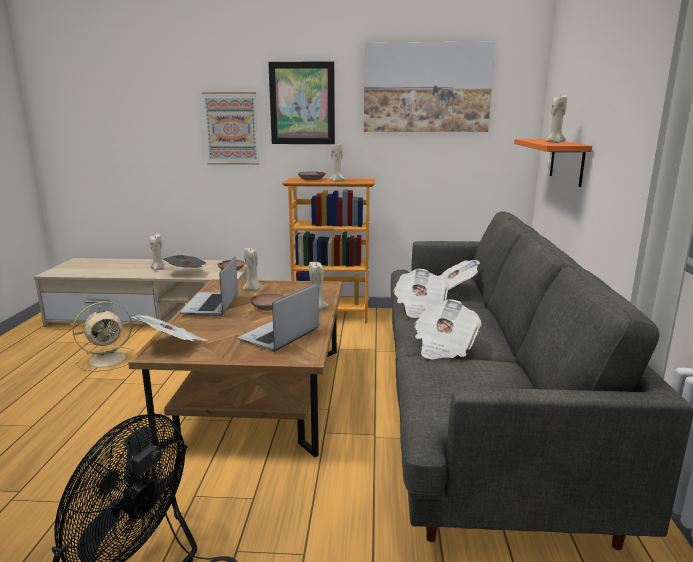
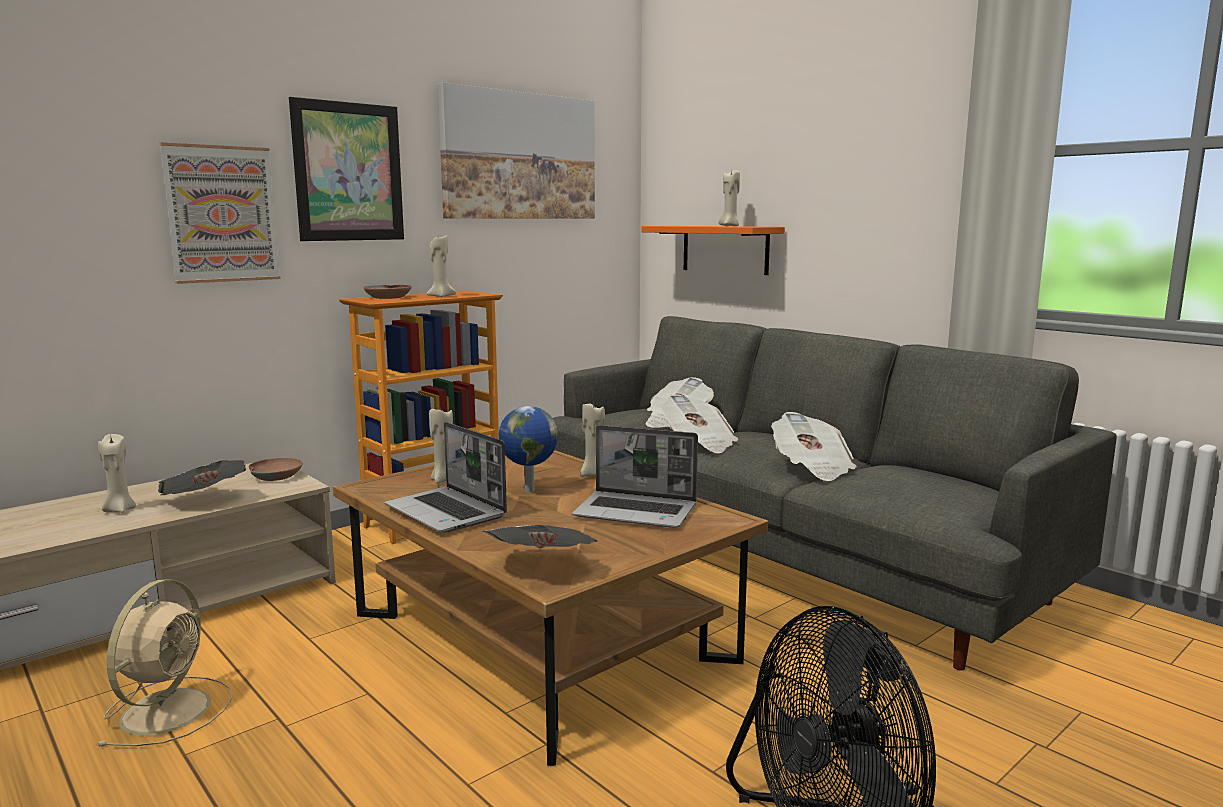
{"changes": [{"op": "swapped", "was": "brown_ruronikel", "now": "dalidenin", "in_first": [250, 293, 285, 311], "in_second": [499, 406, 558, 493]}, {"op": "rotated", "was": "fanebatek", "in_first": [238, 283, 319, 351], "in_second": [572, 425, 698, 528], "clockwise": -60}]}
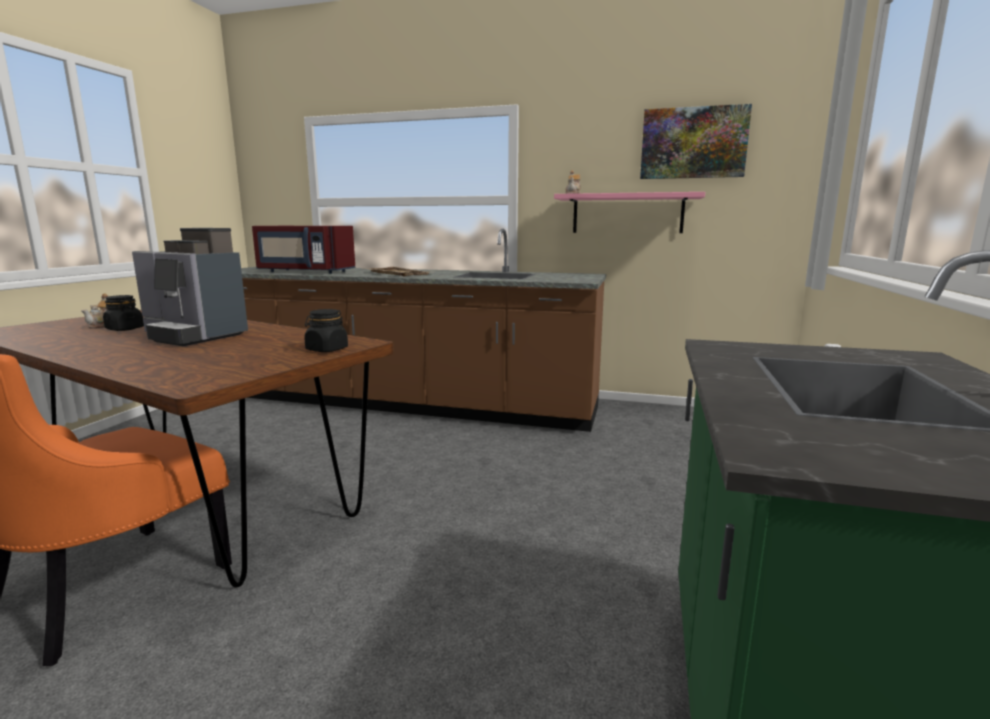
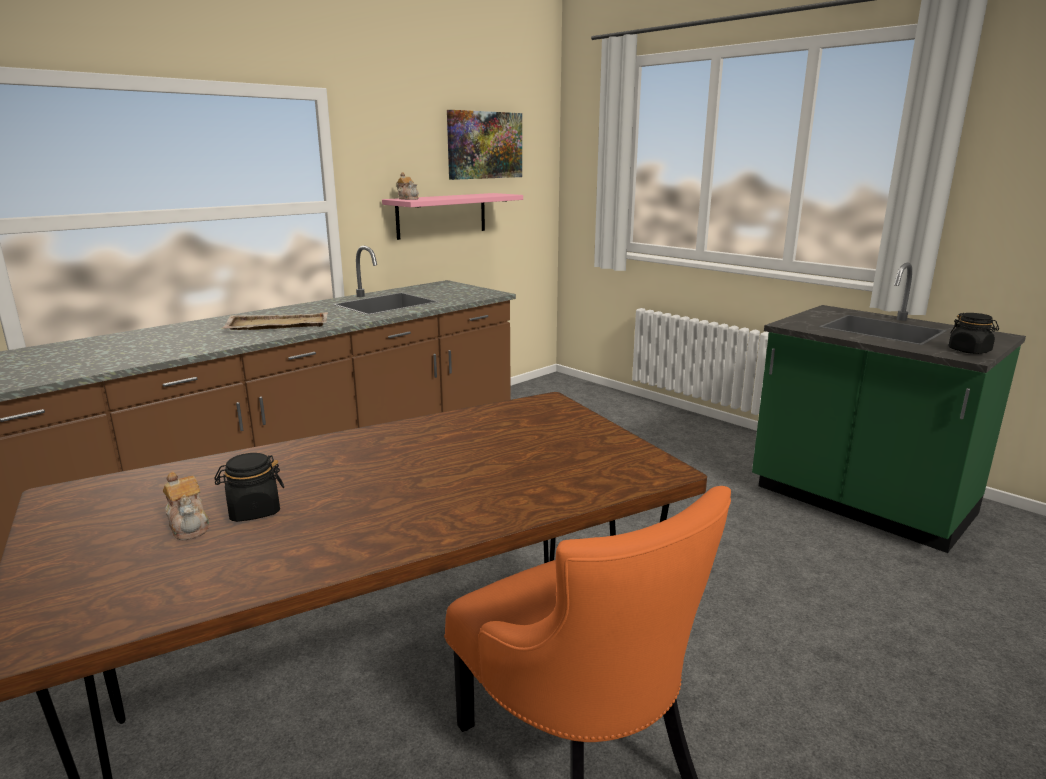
{"changes": [{"op": "gone", "was": "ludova", "in_first": [132, 228, 248, 346]}, {"op": "gone", "was": "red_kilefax", "in_first": [252, 226, 355, 274]}, {"op": "shifted", "was": "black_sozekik", "in_first": [304, 309, 348, 352], "in_second": [948, 313, 999, 354]}]}
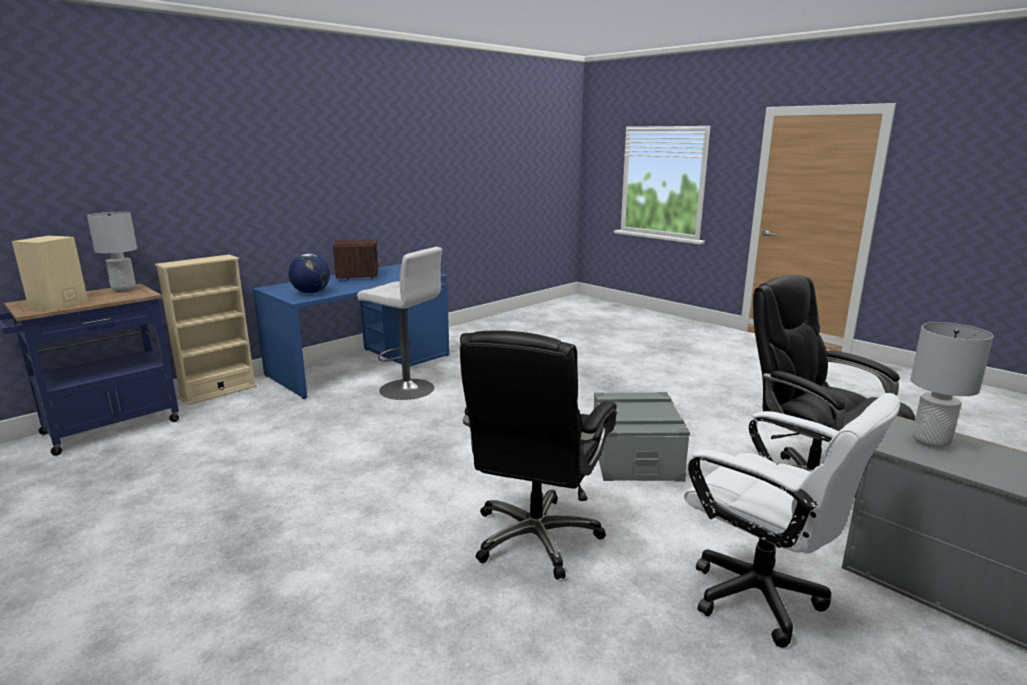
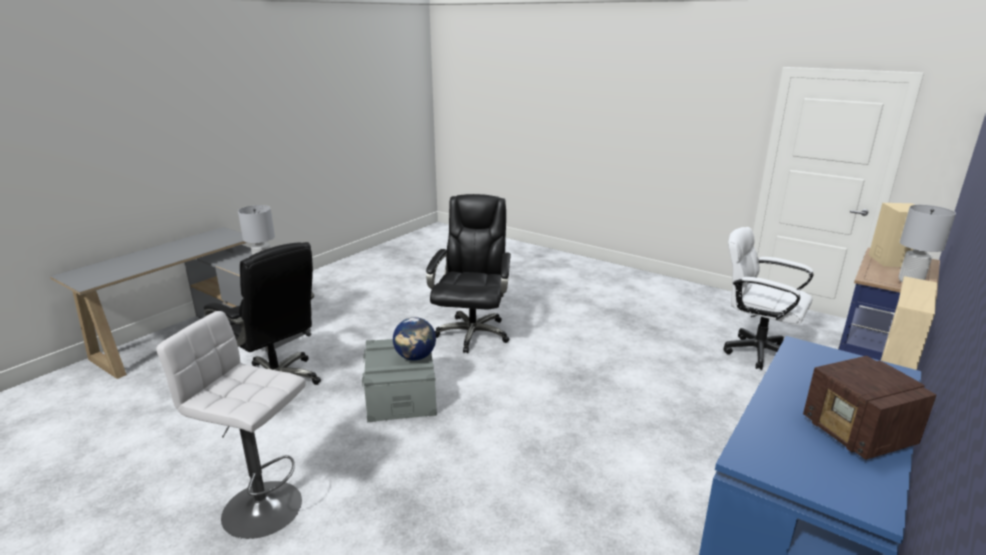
{"changes": [{"op": "shifted", "was": "dalidenin", "in_first": [288, 254, 330, 294], "in_second": [393, 317, 436, 361]}, {"op": "shifted", "was": "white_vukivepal", "in_first": [357, 247, 442, 400], "in_second": [156, 311, 306, 539]}, {"op": "shifted", "was": "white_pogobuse", "in_first": [684, 393, 900, 648], "in_second": [723, 227, 813, 370]}]}
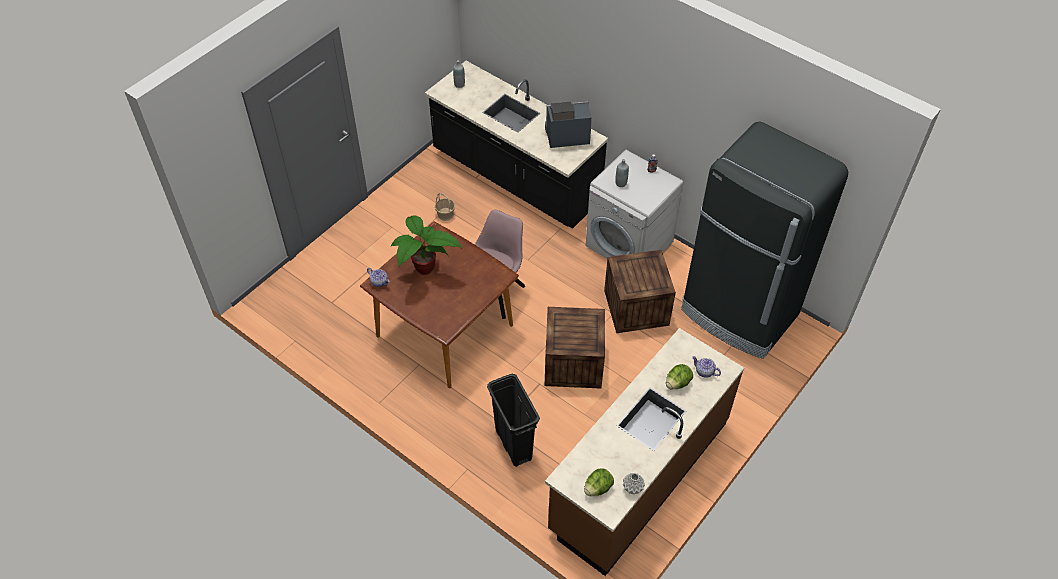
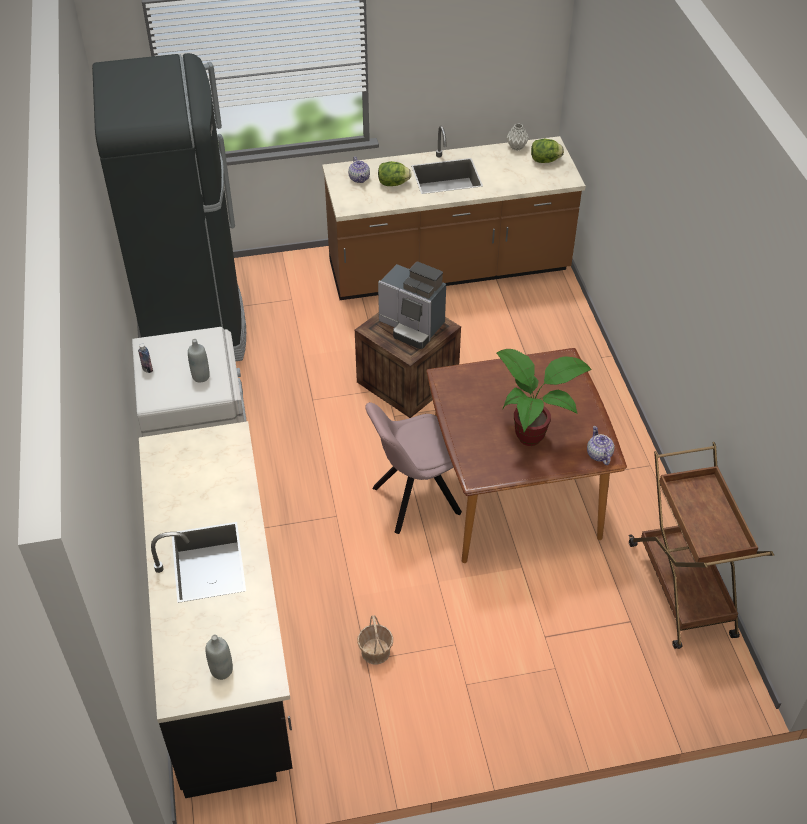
{"changes": [{"op": "gone", "was": "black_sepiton", "in_first": [487, 374, 540, 467]}, {"op": "gone", "was": "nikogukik", "in_first": [604, 250, 676, 333]}, {"op": "new", "now": "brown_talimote", "in_second": [629, 442, 774, 649]}, {"op": "shifted", "was": "ludova", "in_first": [545, 101, 592, 148], "in_second": [378, 262, 446, 349]}]}
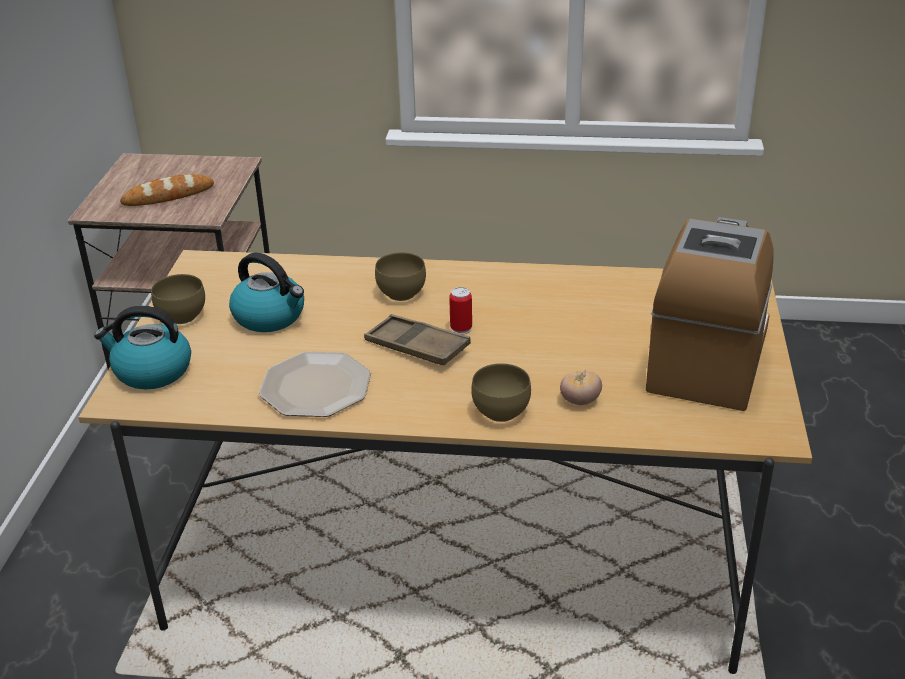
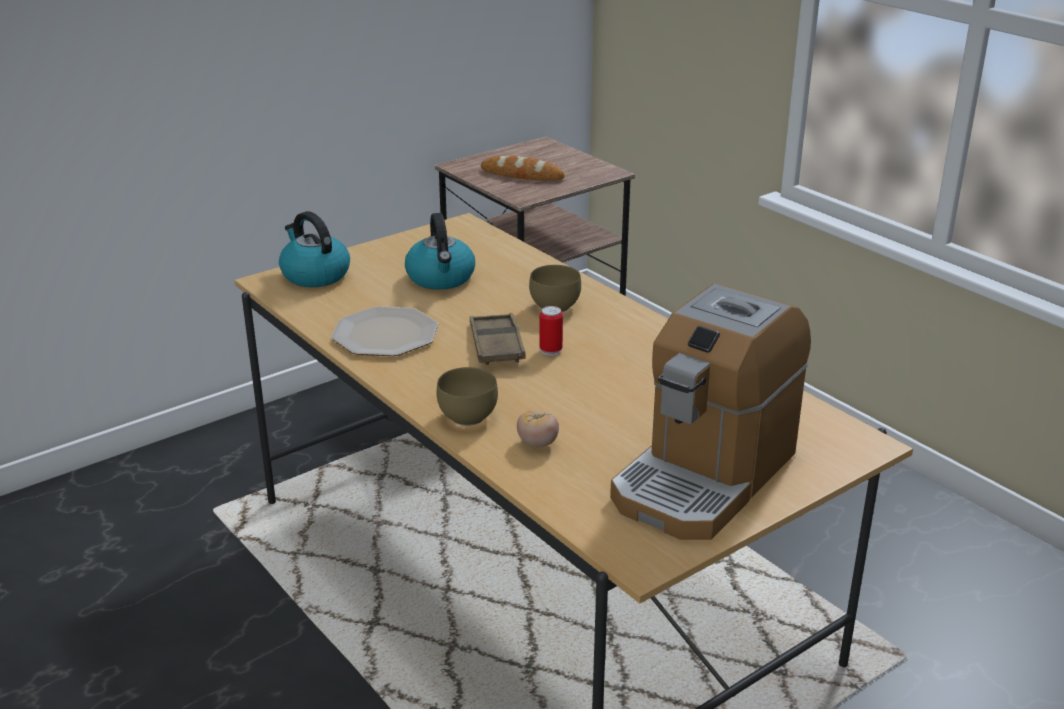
{"changes": [{"op": "gone", "was": "brown_ruronikel", "in_first": [151, 274, 205, 324]}, {"op": "rotated", "was": "ludova", "in_first": [646, 217, 773, 411], "in_second": [610, 284, 811, 540], "clockwise": 150}]}
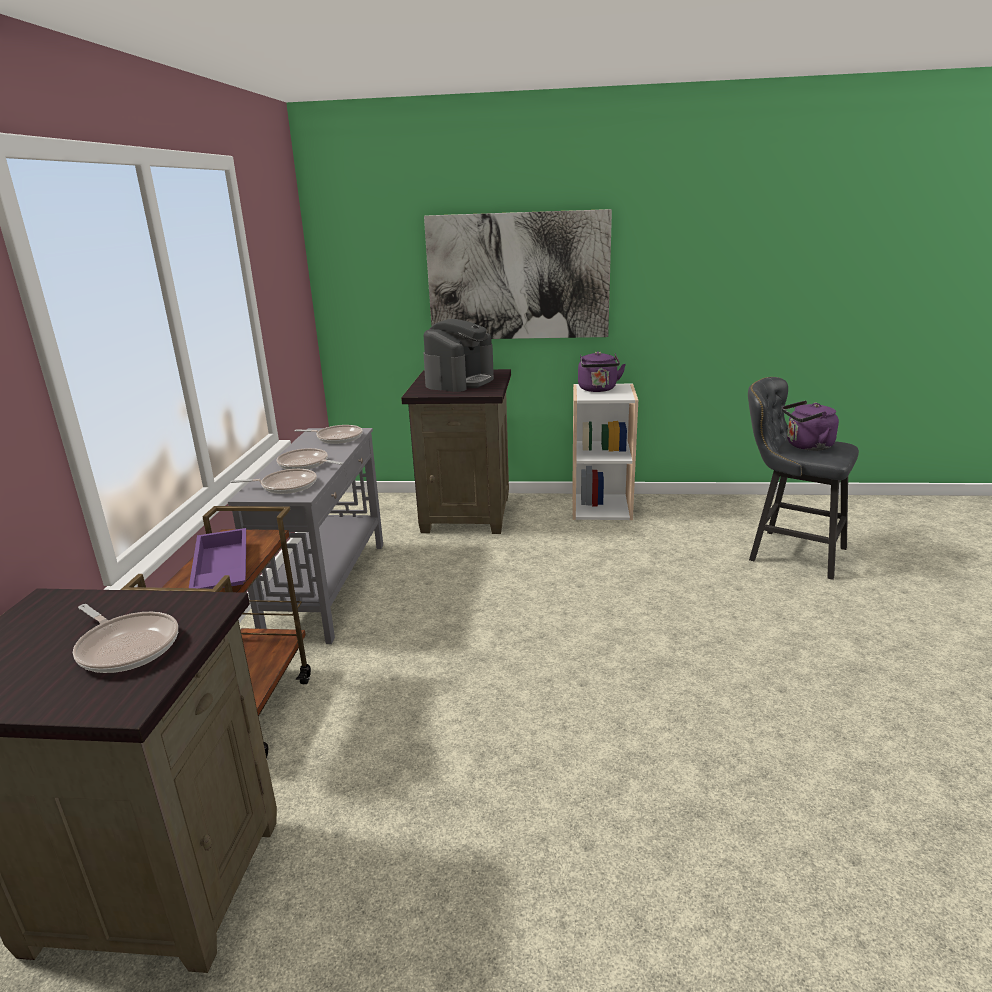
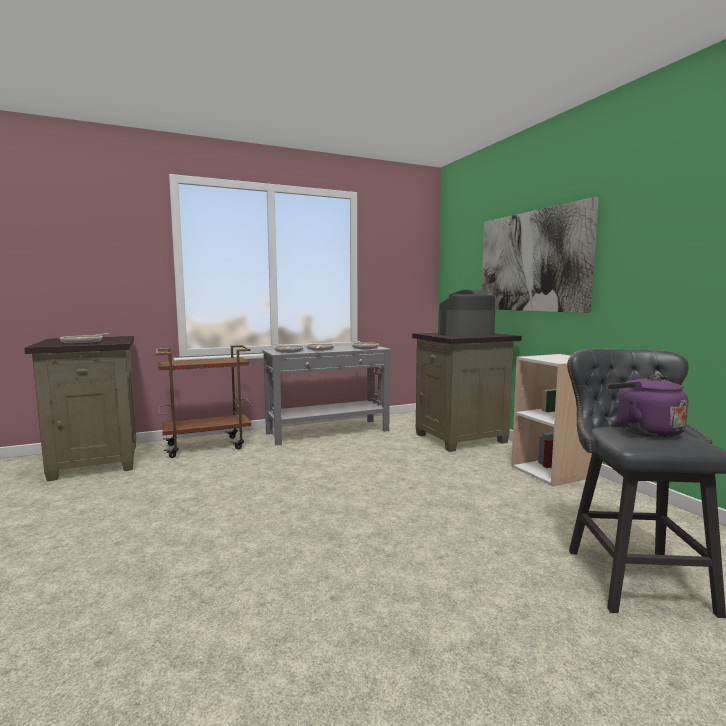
{"changes": [{"op": "gone", "was": "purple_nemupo", "in_first": [189, 528, 246, 589]}, {"op": "gone", "was": "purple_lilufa", "in_first": [578, 351, 626, 392]}, {"op": "rotated", "was": "ludova", "in_first": [424, 319, 494, 392], "in_second": [438, 289, 495, 336], "clockwise": 150}]}
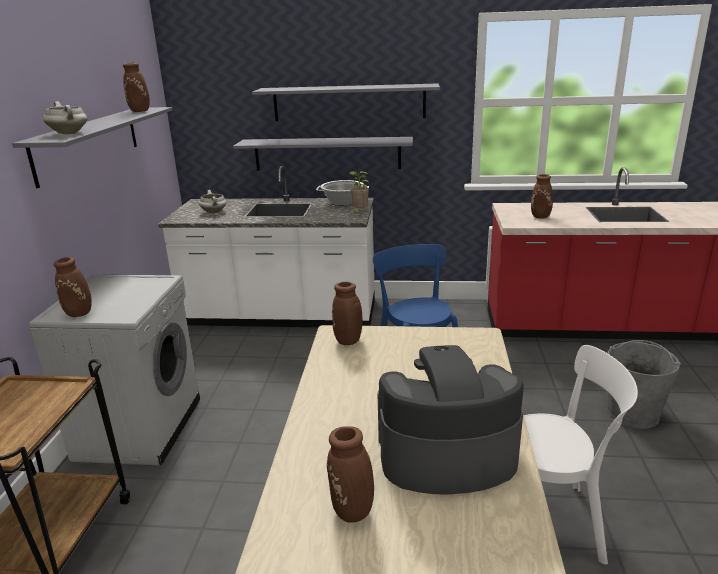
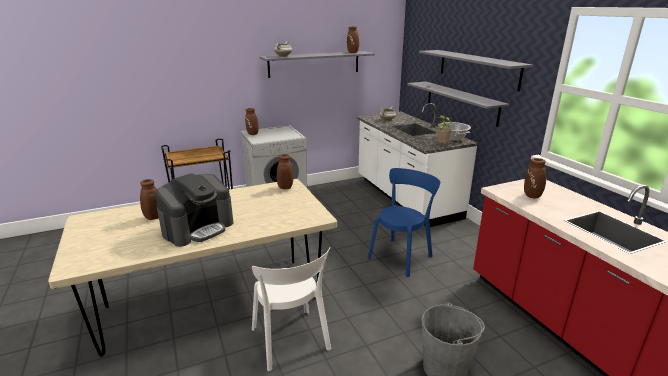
{"changes": [{"op": "rotated", "was": "ludova", "in_first": [378, 345, 524, 494], "in_second": [155, 173, 233, 247], "clockwise": 75}]}
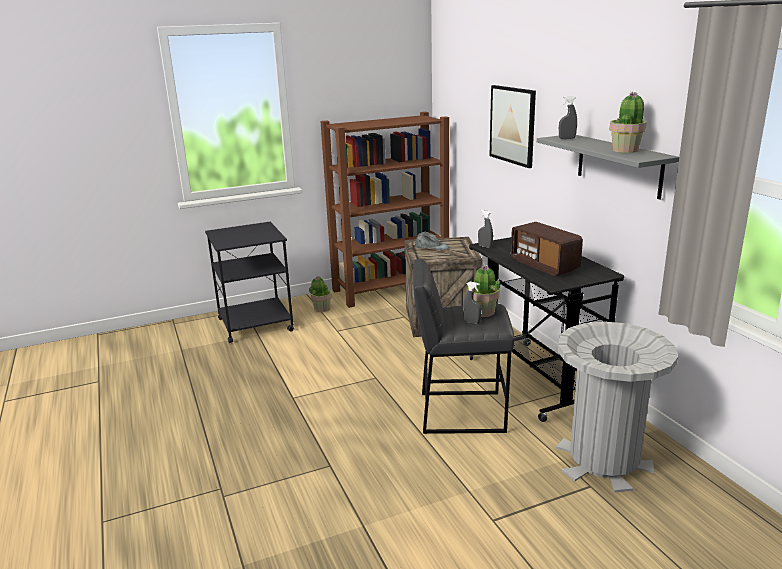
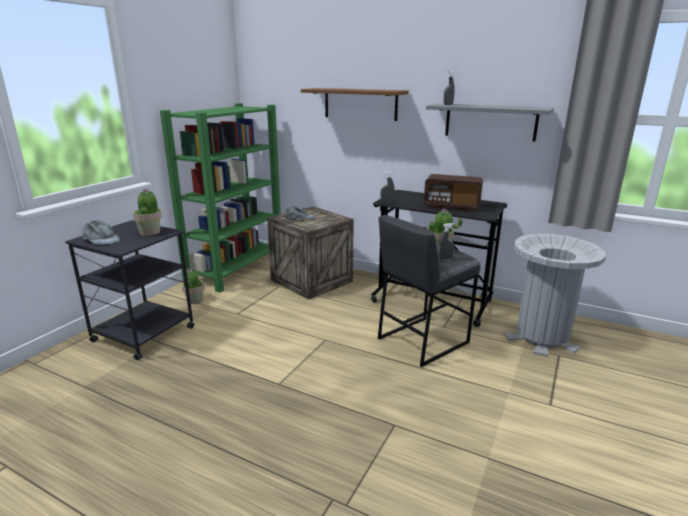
{"changes": [{"op": "new", "now": "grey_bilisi", "in_second": [82, 220, 120, 245]}, {"op": "shifted", "was": "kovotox", "in_first": [610, 91, 646, 153], "in_second": [132, 189, 162, 236]}, {"op": "swapped", "was": "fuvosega", "now": "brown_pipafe", "in_first": [490, 85, 536, 168], "in_second": [301, 88, 409, 121]}, {"op": "repainted", "was": "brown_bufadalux", "now": "green_bufadalux", "in_first": [321, 112, 449, 308], "in_second": [160, 103, 281, 293]}]}
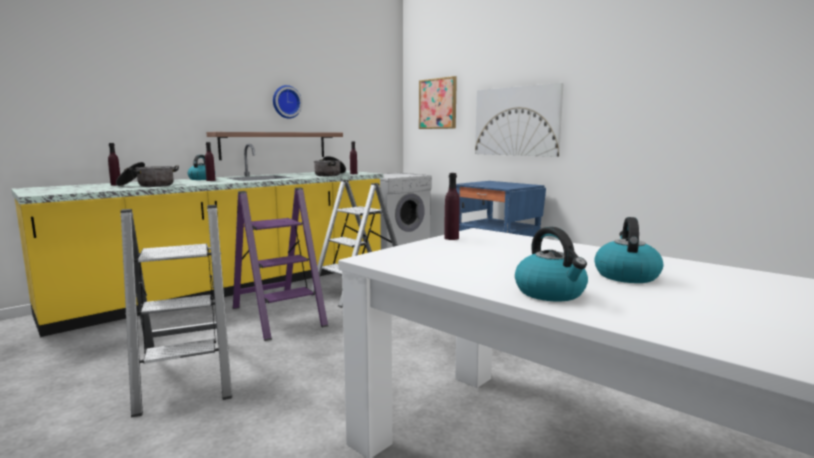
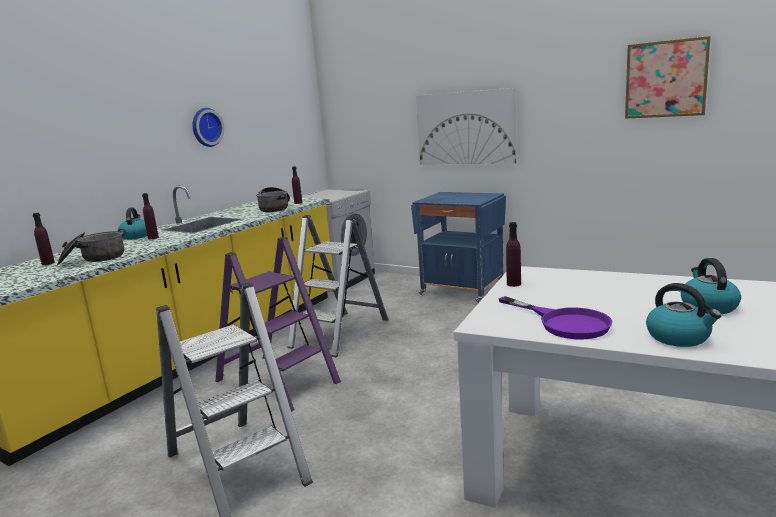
{"changes": [{"op": "gone", "was": "pipafe", "in_first": [206, 132, 343, 160]}, {"op": "new", "now": "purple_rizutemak", "in_second": [499, 296, 613, 339]}, {"op": "shifted", "was": "fuvosega", "in_first": [419, 76, 457, 129], "in_second": [625, 36, 711, 119]}]}
